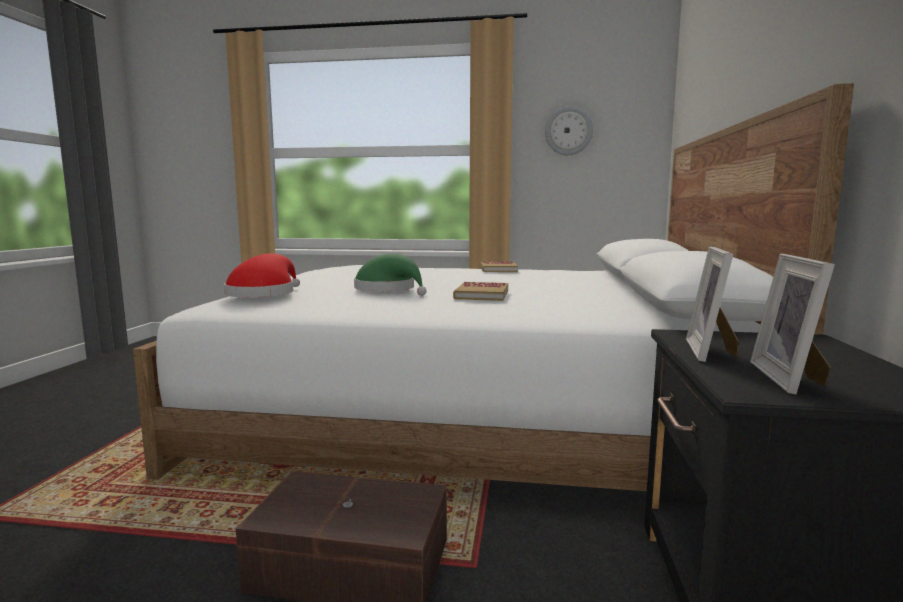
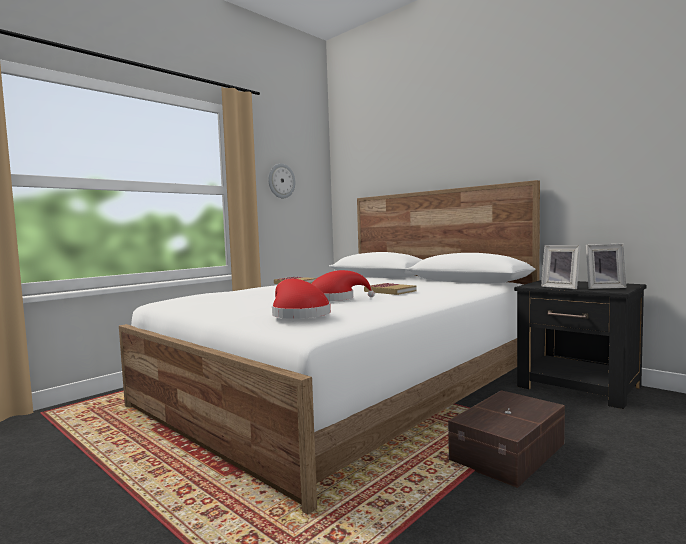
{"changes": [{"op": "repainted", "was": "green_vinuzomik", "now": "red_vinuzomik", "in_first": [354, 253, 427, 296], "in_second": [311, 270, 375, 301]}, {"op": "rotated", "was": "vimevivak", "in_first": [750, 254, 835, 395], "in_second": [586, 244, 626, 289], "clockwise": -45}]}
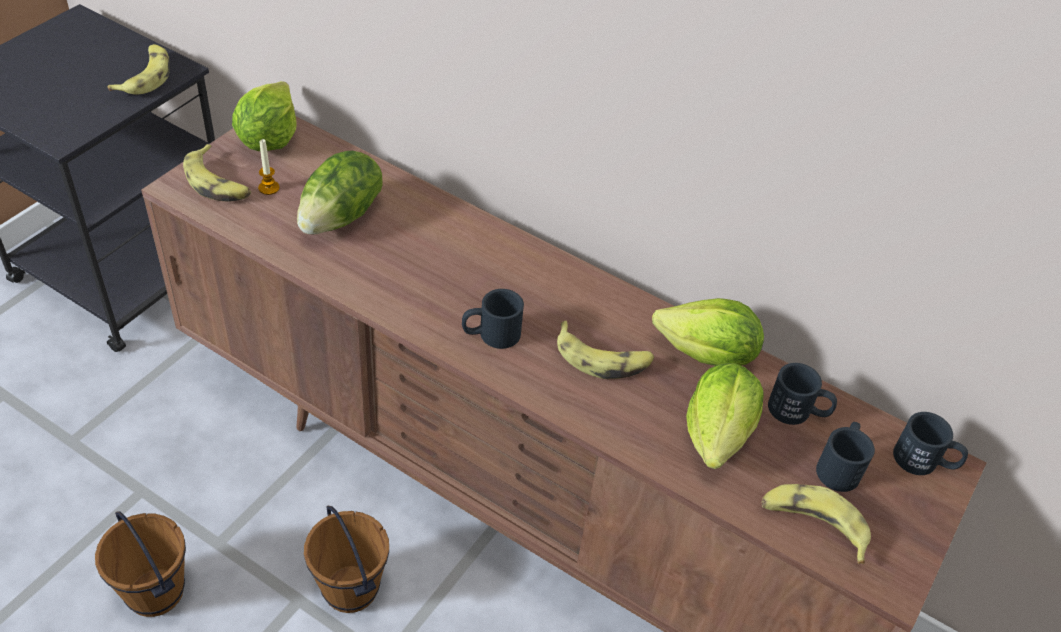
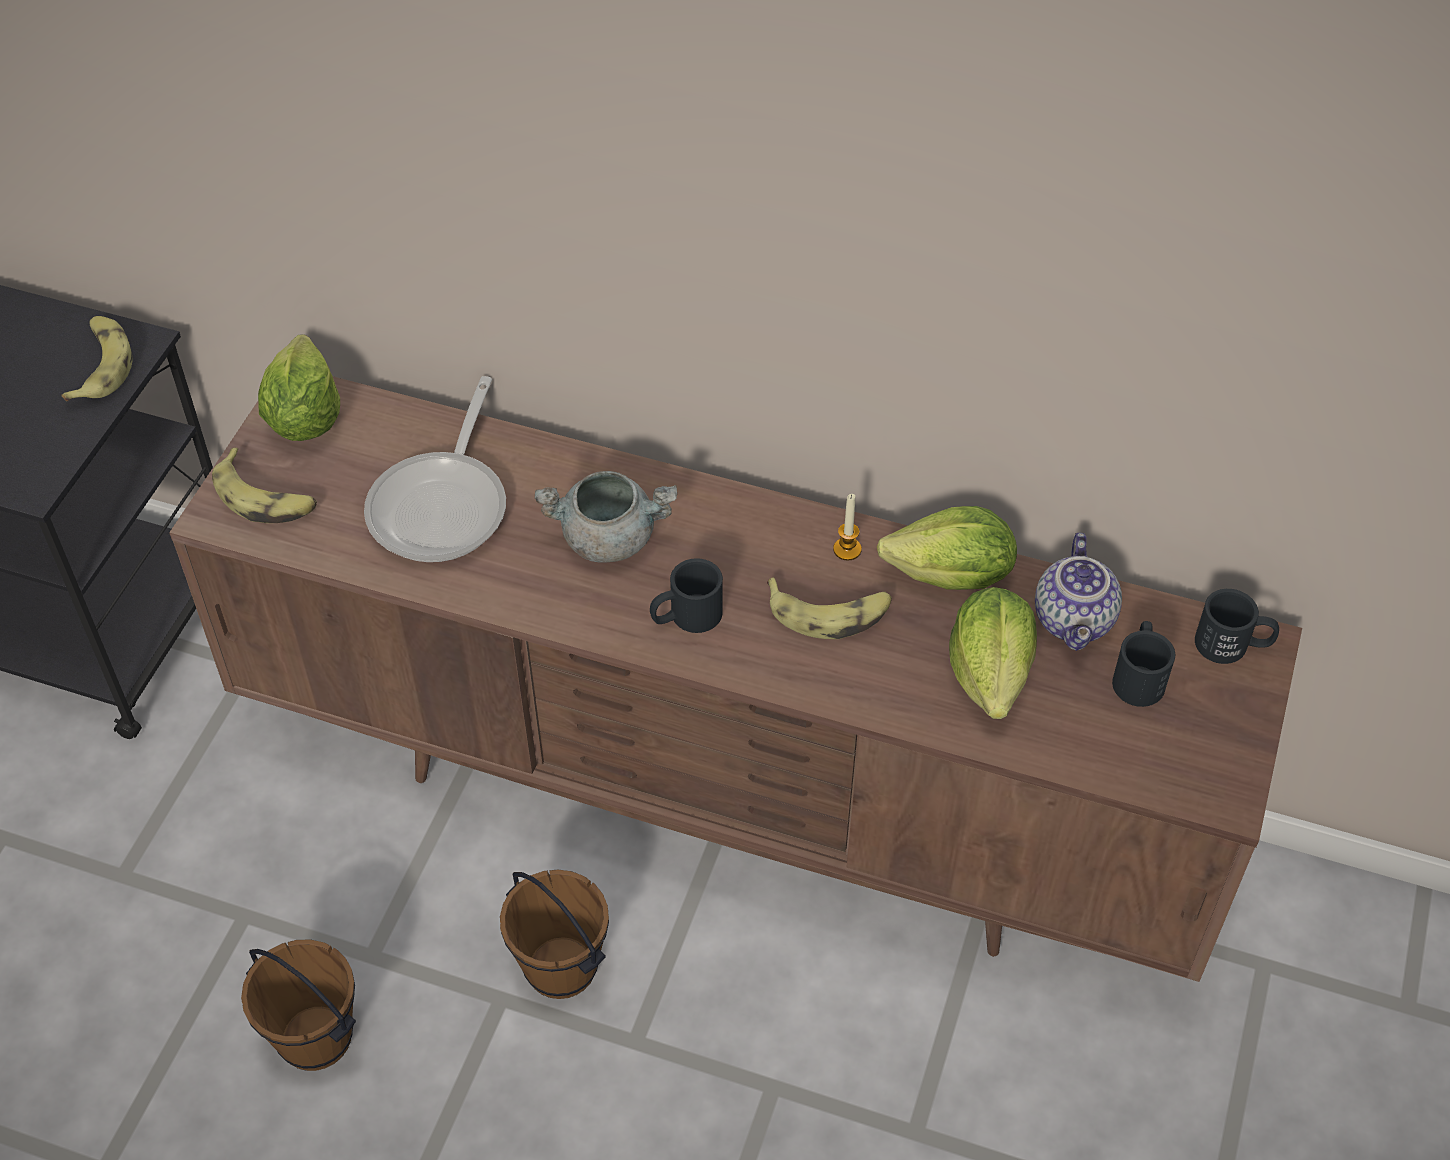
{"changes": [{"op": "gone", "was": "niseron", "in_first": [762, 484, 871, 564]}, {"op": "new", "now": "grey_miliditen", "in_second": [535, 471, 677, 563]}, {"op": "shifted", "was": "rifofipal", "in_first": [258, 139, 280, 195], "in_second": [833, 494, 862, 561]}, {"op": "swapped", "was": "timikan", "now": "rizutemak", "in_first": [297, 151, 383, 235], "in_second": [364, 376, 506, 562]}, {"op": "swapped", "was": "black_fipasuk", "now": "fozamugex", "in_first": [768, 363, 837, 425], "in_second": [1035, 533, 1122, 651]}]}
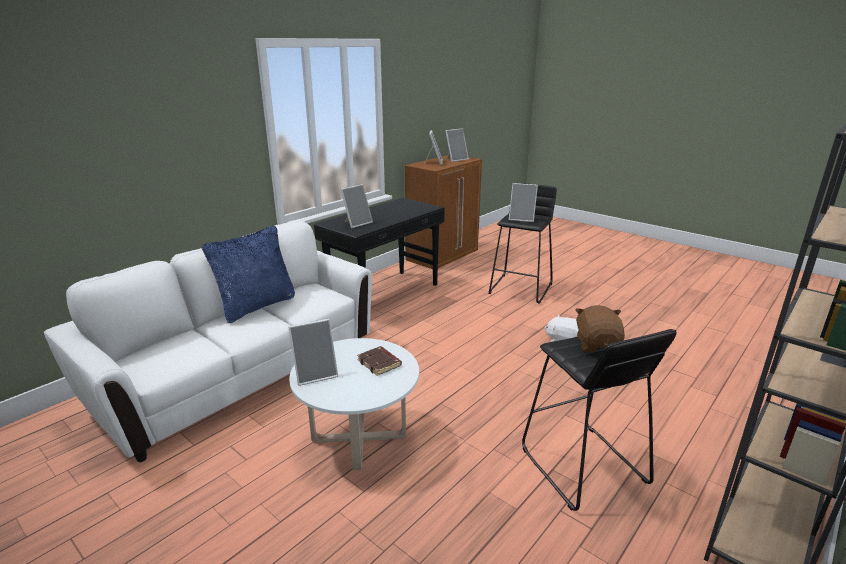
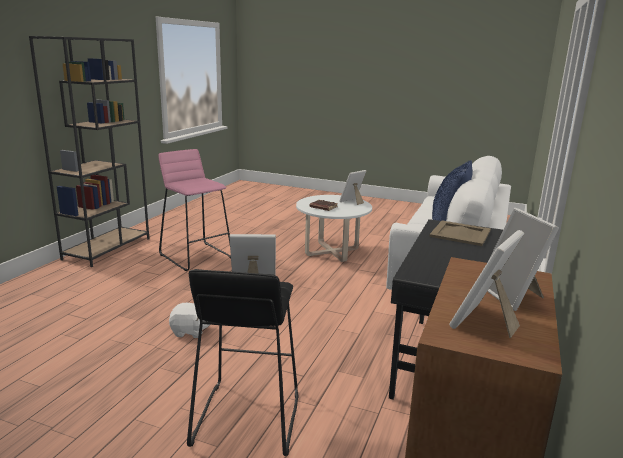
{"changes": [{"op": "gone", "was": "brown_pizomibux", "in_first": [575, 305, 625, 352]}, {"op": "swapped", "was": "vimevivak", "now": "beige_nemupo", "in_first": [340, 184, 373, 228], "in_second": [429, 221, 491, 246]}, {"op": "repainted", "was": "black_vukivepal", "now": "pink_vukivepal", "in_first": [522, 329, 676, 511], "in_second": [158, 149, 231, 271]}]}
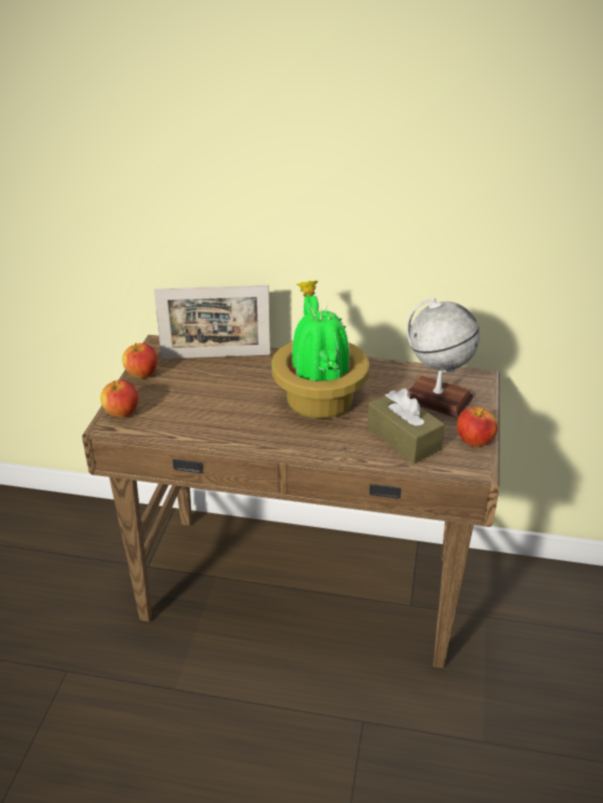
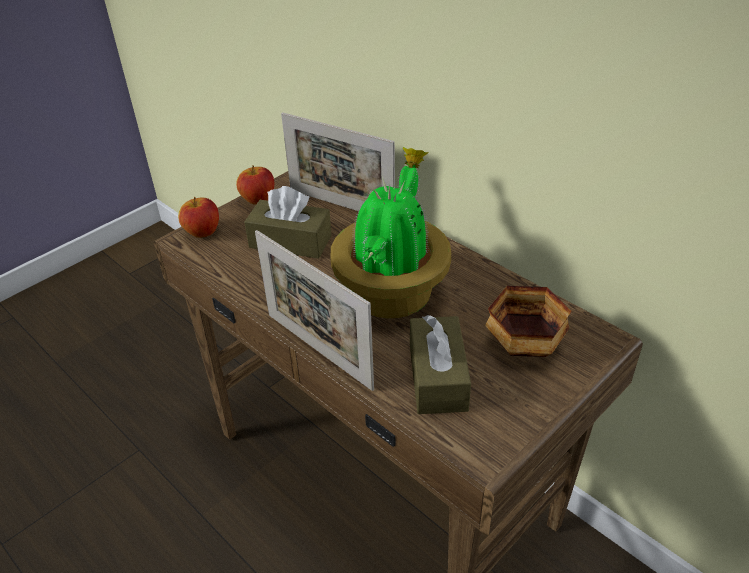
{"changes": [{"op": "gone", "was": "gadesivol", "in_first": [457, 407, 498, 447]}, {"op": "new", "now": "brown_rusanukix", "in_second": [244, 186, 332, 259]}, {"op": "new", "now": "vimevivak", "in_second": [255, 230, 374, 391]}, {"op": "swapped", "was": "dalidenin", "now": "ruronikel", "in_first": [406, 298, 480, 418], "in_second": [485, 286, 572, 357]}]}
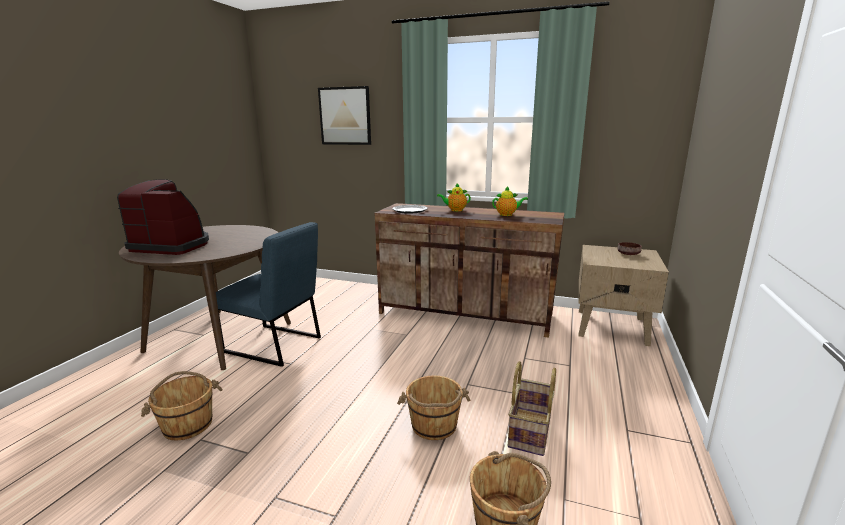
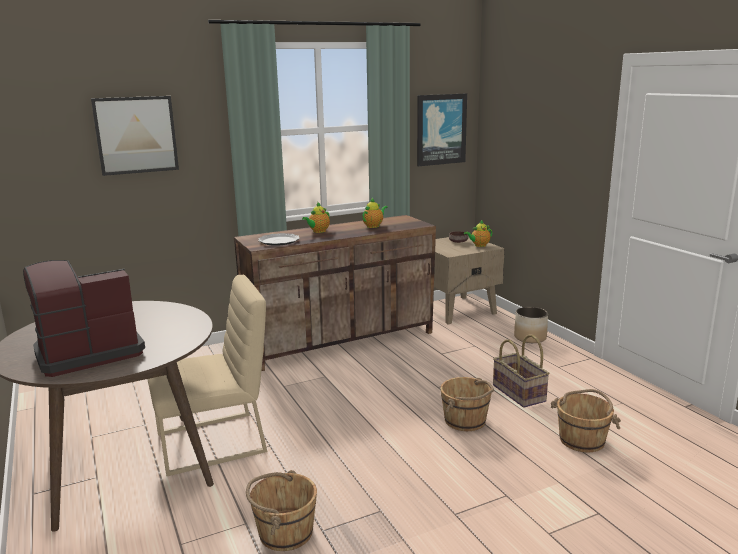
{"changes": [{"op": "new", "now": "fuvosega", "in_second": [417, 93, 467, 166]}, {"op": "new", "now": "fozamugex", "in_second": [464, 220, 493, 247]}, {"op": "new", "now": "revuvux", "in_second": [514, 307, 548, 343]}, {"op": "repainted", "was": "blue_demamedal", "now": "beige_demamedal", "in_first": [216, 222, 321, 367], "in_second": [147, 275, 268, 476]}]}
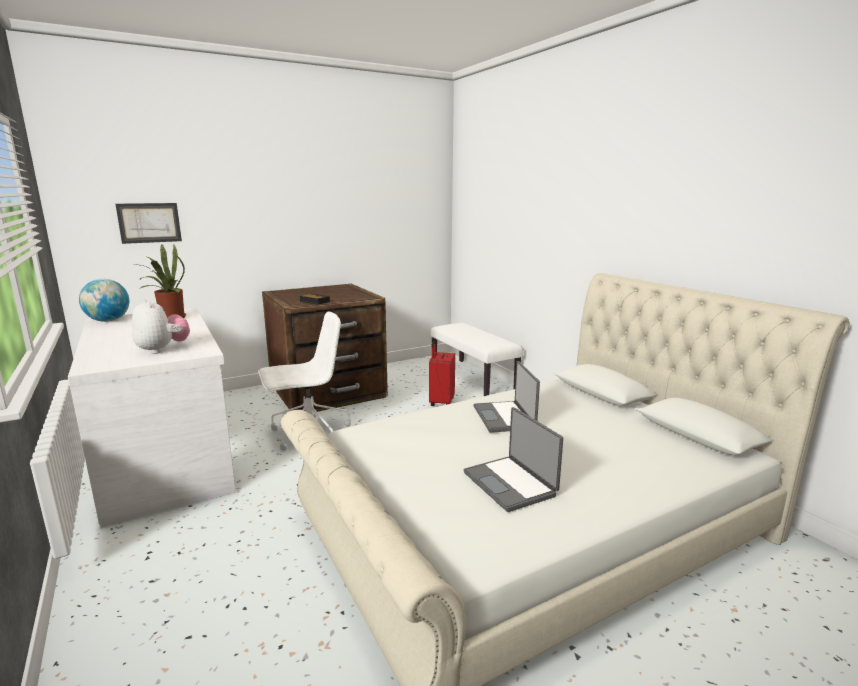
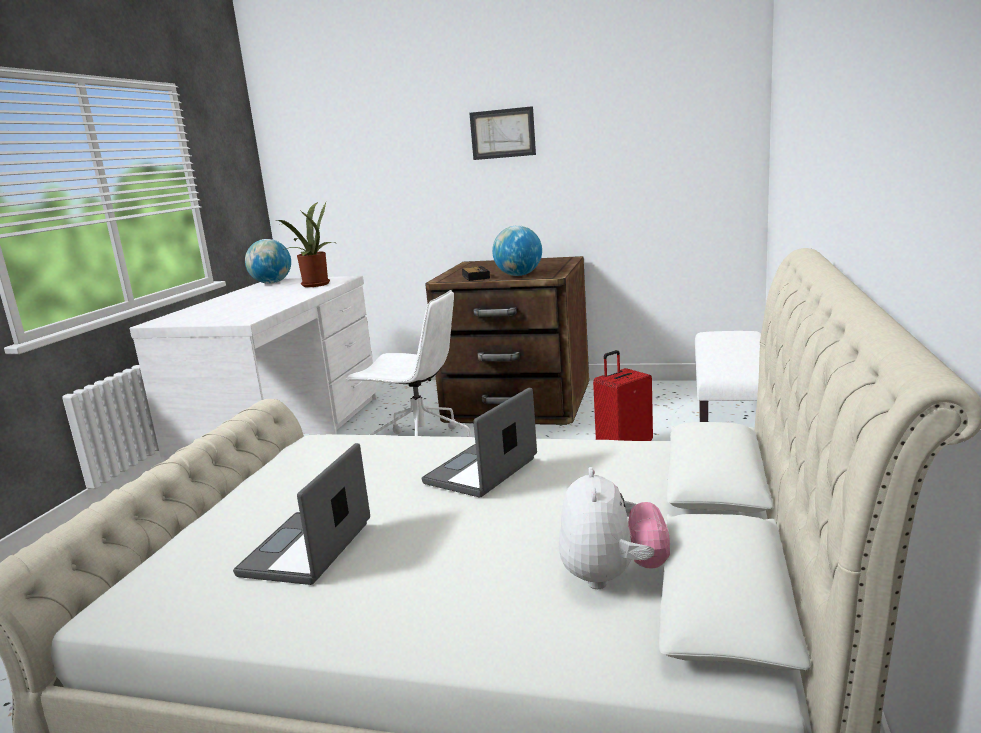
{"changes": [{"op": "new", "now": "dalidenin", "in_second": [492, 225, 542, 276]}, {"op": "shifted", "was": "fuvosega", "in_first": [115, 203, 182, 244], "in_second": [469, 106, 536, 160]}, {"op": "shifted", "was": "pizomibux", "in_first": [132, 299, 190, 354], "in_second": [559, 467, 670, 589]}]}
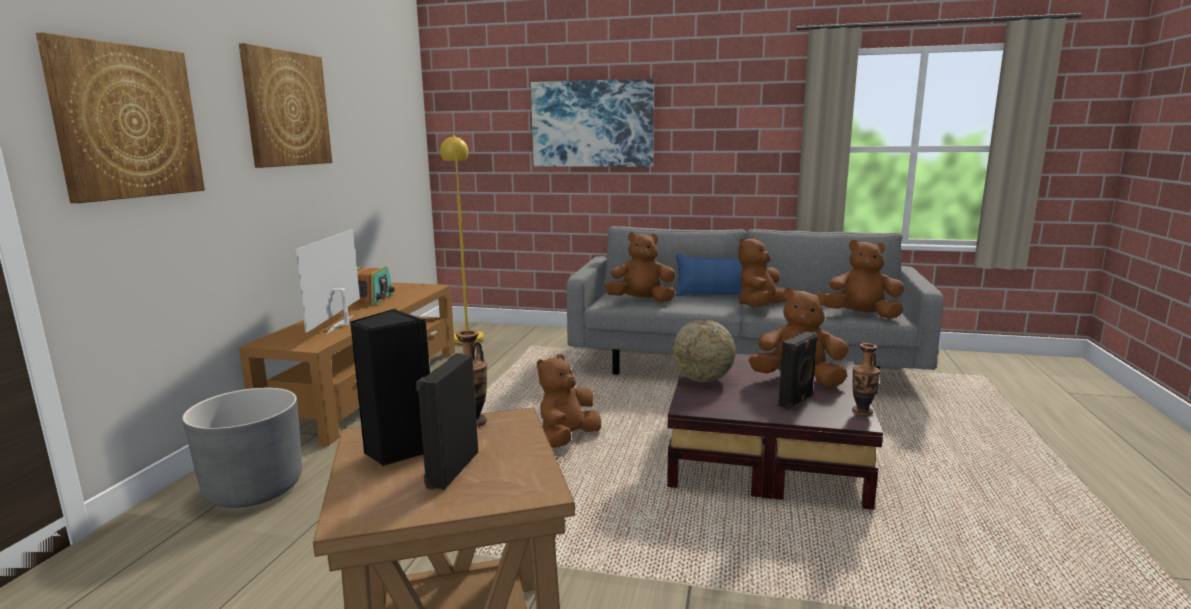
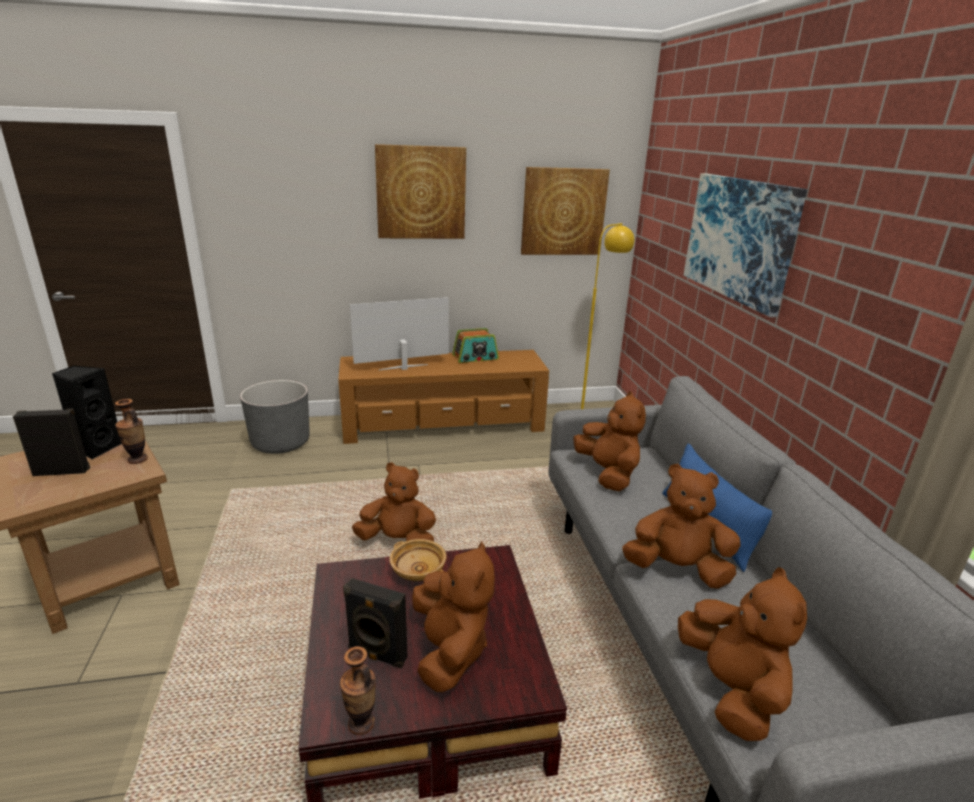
{"changes": [{"op": "shifted", "was": "fuvosega", "in_first": [36, 32, 205, 203], "in_second": [521, 167, 610, 255]}, {"op": "swapped", "was": "dalidenin", "now": "beige_ruronikel", "in_first": [672, 320, 735, 382], "in_second": [389, 539, 447, 581]}]}
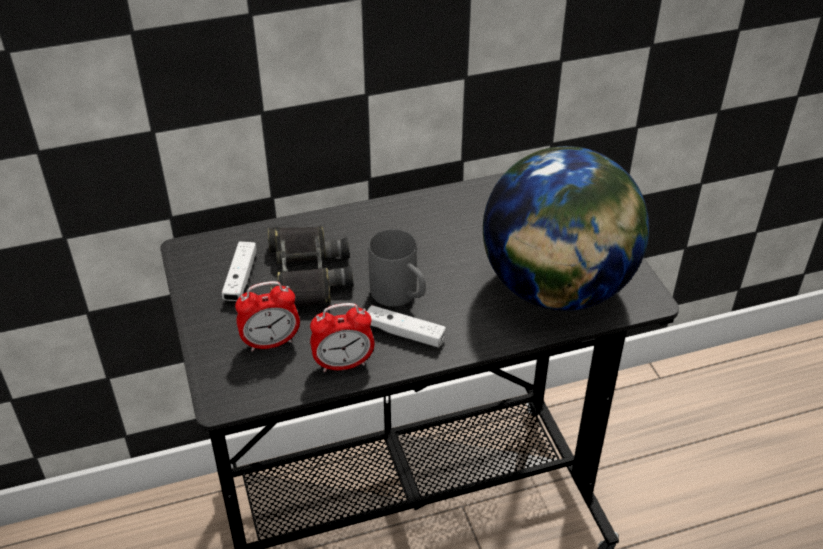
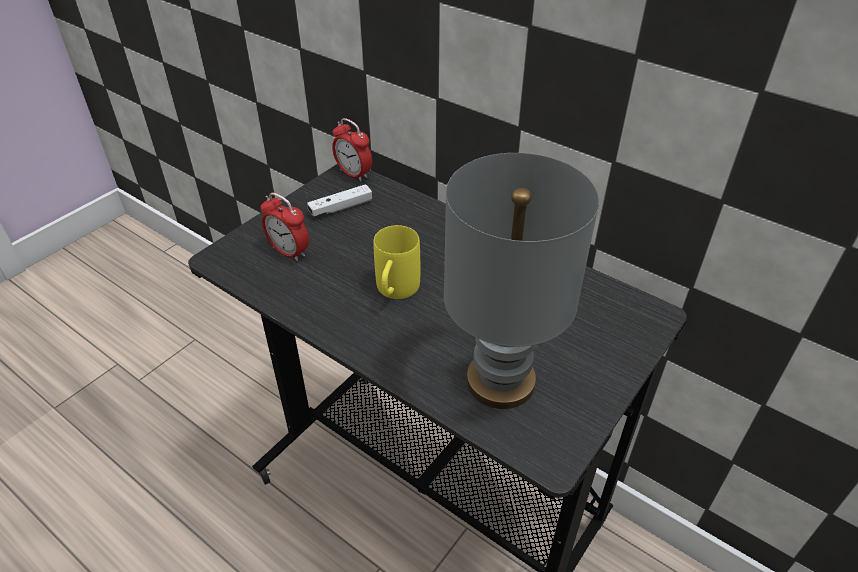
{"changes": [{"op": "gone", "was": "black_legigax", "in_first": [268, 226, 353, 308]}, {"op": "gone", "was": "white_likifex", "in_first": [367, 305, 446, 348]}, {"op": "shifted", "was": "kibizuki", "in_first": [310, 303, 375, 372], "in_second": [332, 118, 372, 182]}, {"op": "swapped", "was": "dalidenin", "now": "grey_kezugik", "in_first": [483, 146, 649, 311], "in_second": [444, 153, 599, 409]}, {"op": "repainted", "was": "grey_fipasuk", "now": "yellow_fipasuk", "in_first": [368, 229, 426, 307], "in_second": [373, 225, 420, 299]}]}
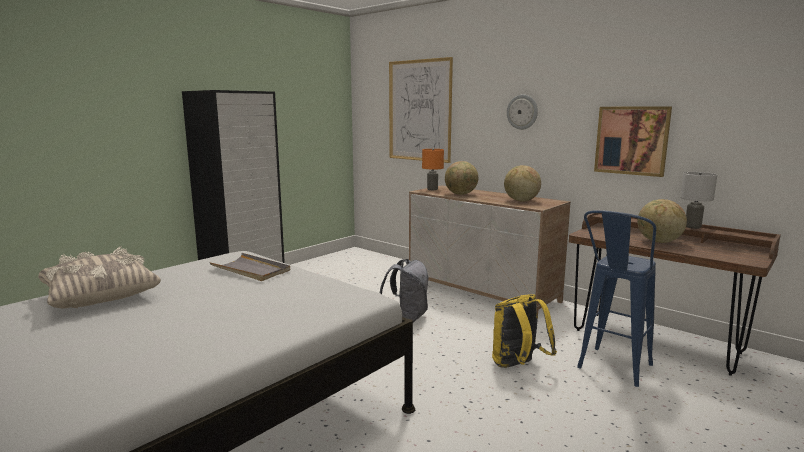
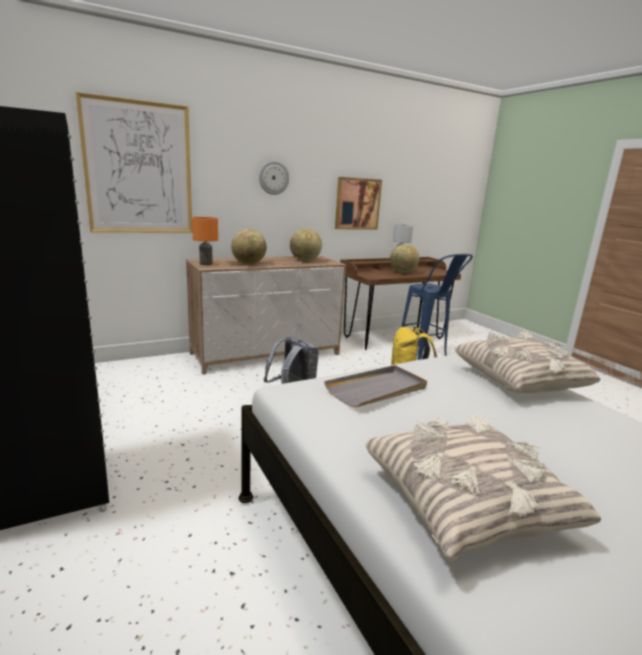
{"changes": [{"op": "new", "now": "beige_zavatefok", "in_second": [455, 330, 600, 393]}]}
